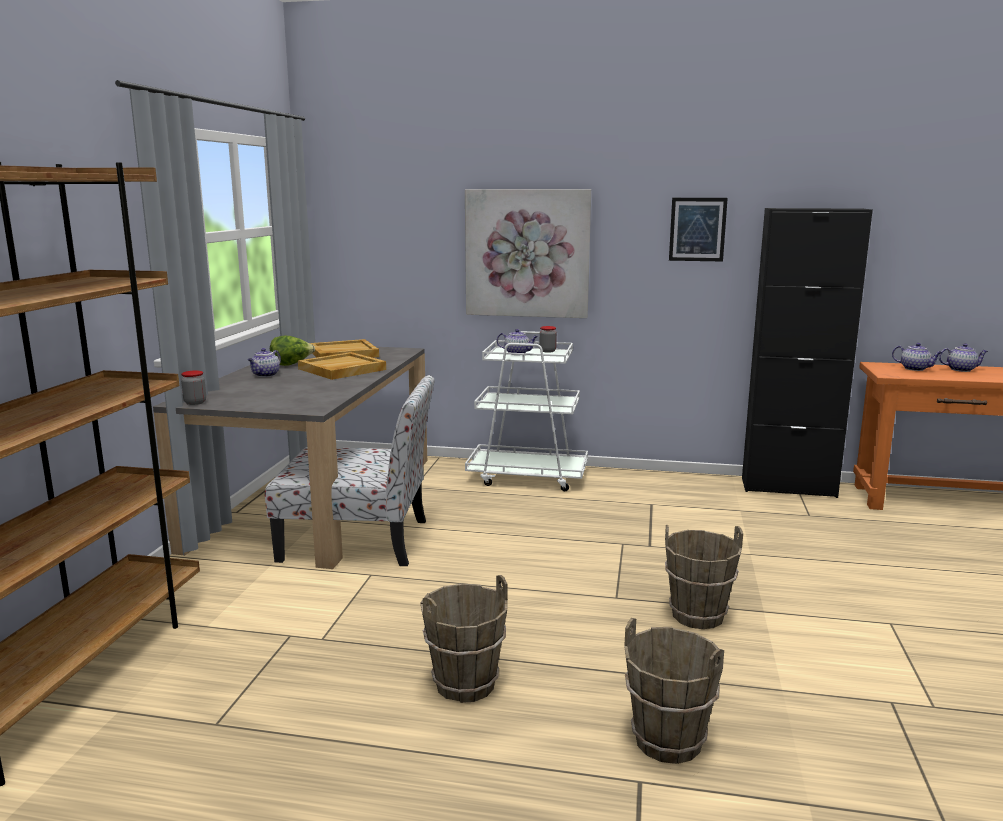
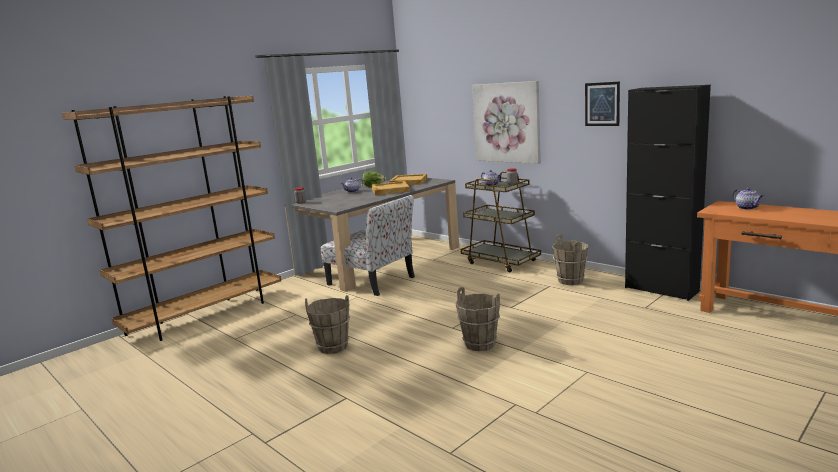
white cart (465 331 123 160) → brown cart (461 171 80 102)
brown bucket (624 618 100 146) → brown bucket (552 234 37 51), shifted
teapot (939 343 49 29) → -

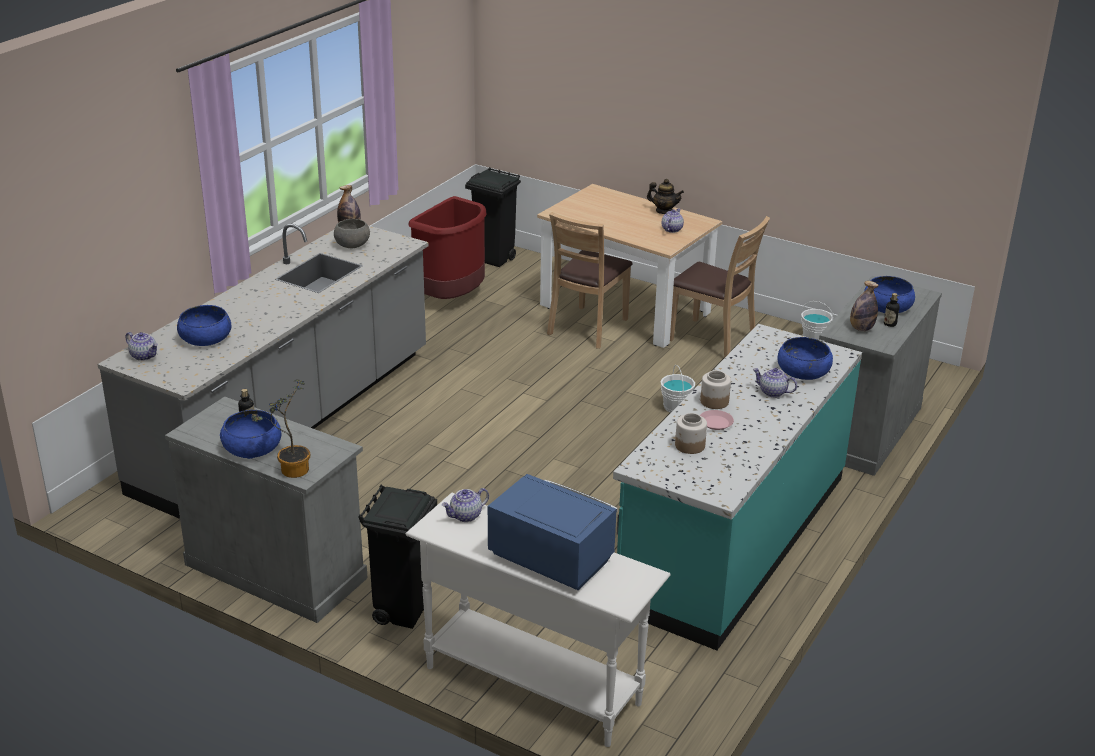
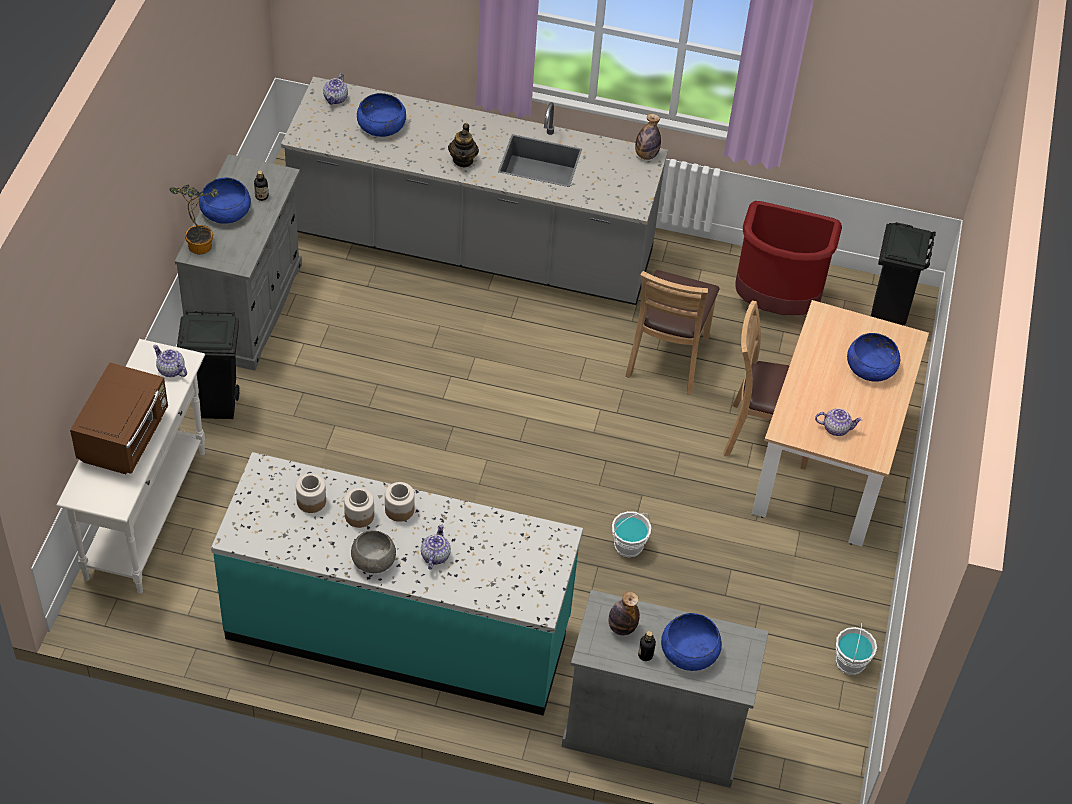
grey bowl (334 219 36 29) → grey bowl (351 530 45 43), shifted
blue microwave (488 474 130 117) → brown microwave (70 362 98 112)
teapot (647 179 37 35) → teapot (448 123 31 44), shifted
brown chair (670 216 100 142) → brown chair (625 270 94 125), shifted
pink plate (700 410 34 20) → jar (344 488 30 40)
blue bowl (777 337 56 43) → blue bowl (847 333 53 49), shifted

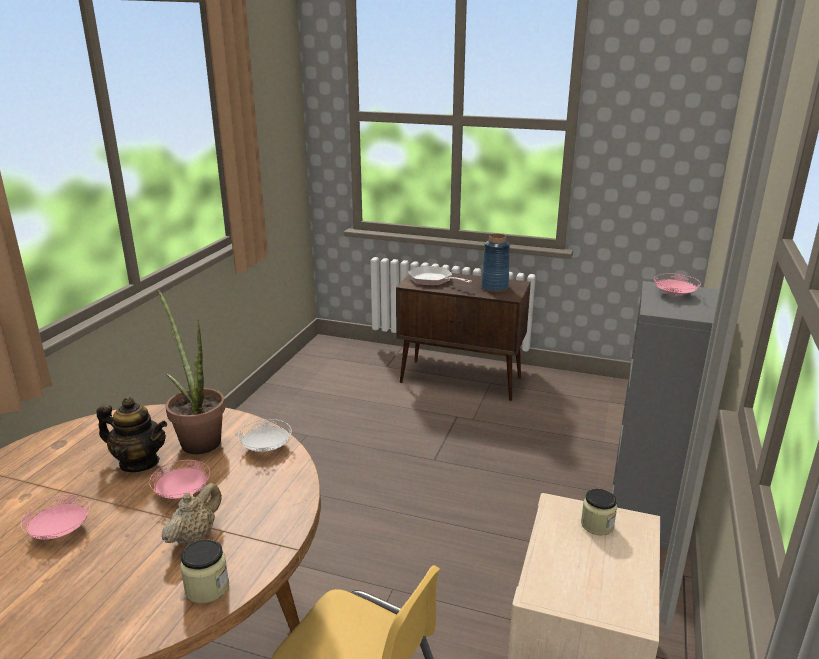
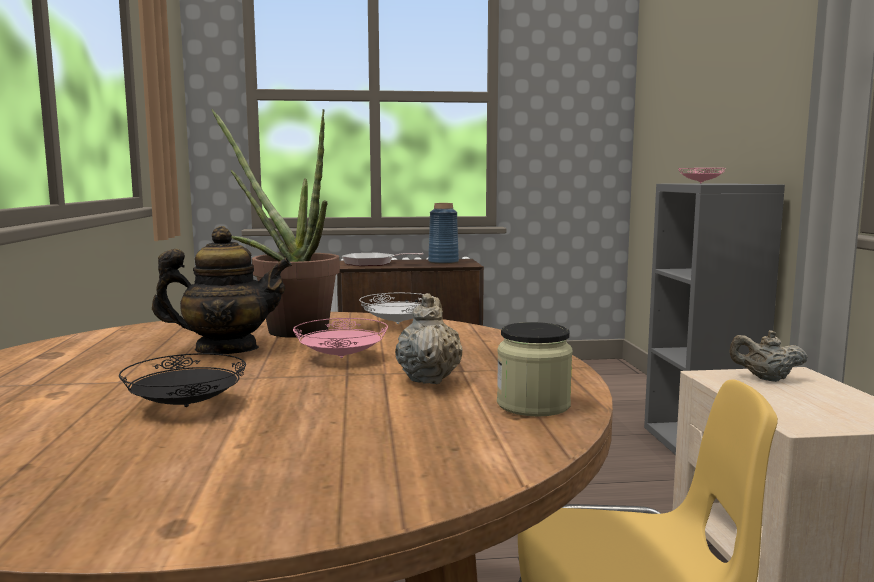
pink plate (21 495 69 45) → black plate (119 353 127 54)
jar (581 489 36 46) → beige teapot (729 330 79 52)

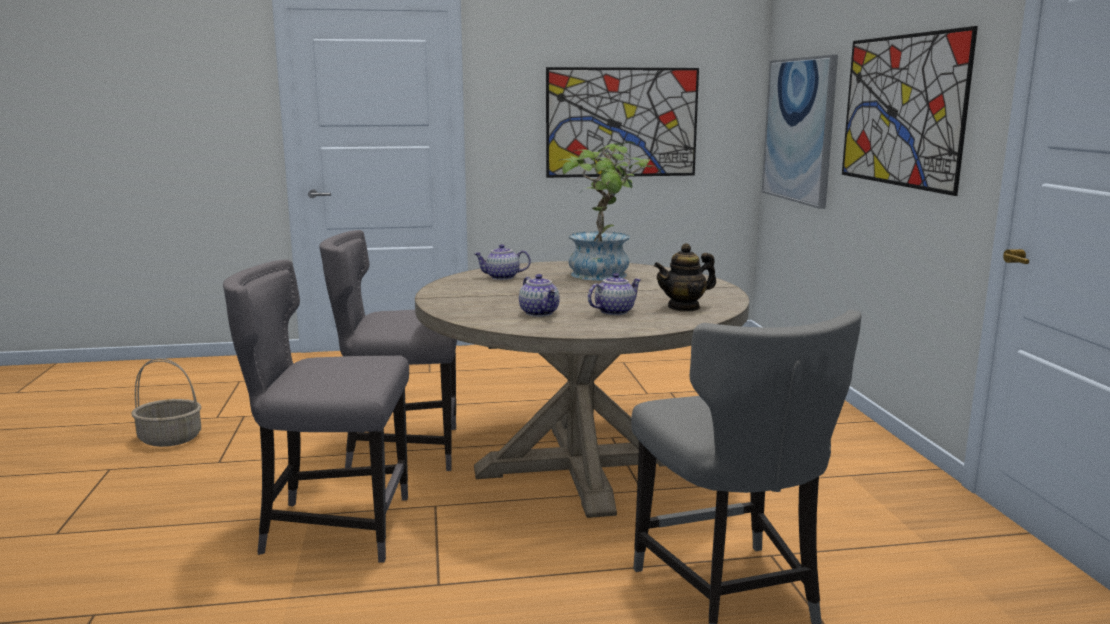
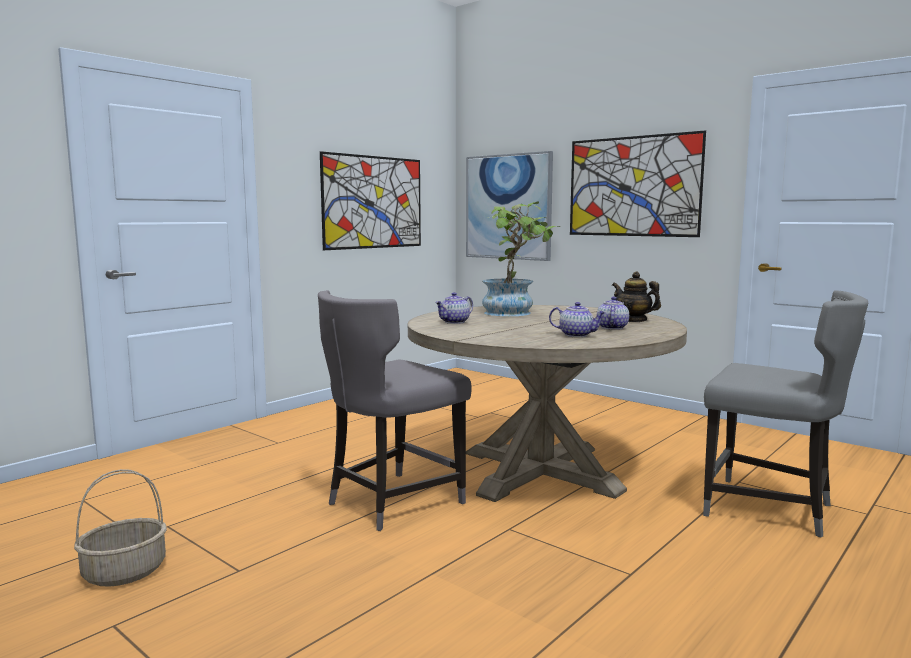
grey chair (223 260 186 302) → -
teapot (654 243 62 68) → teapot (612 271 49 51), 105 degrees clockwise

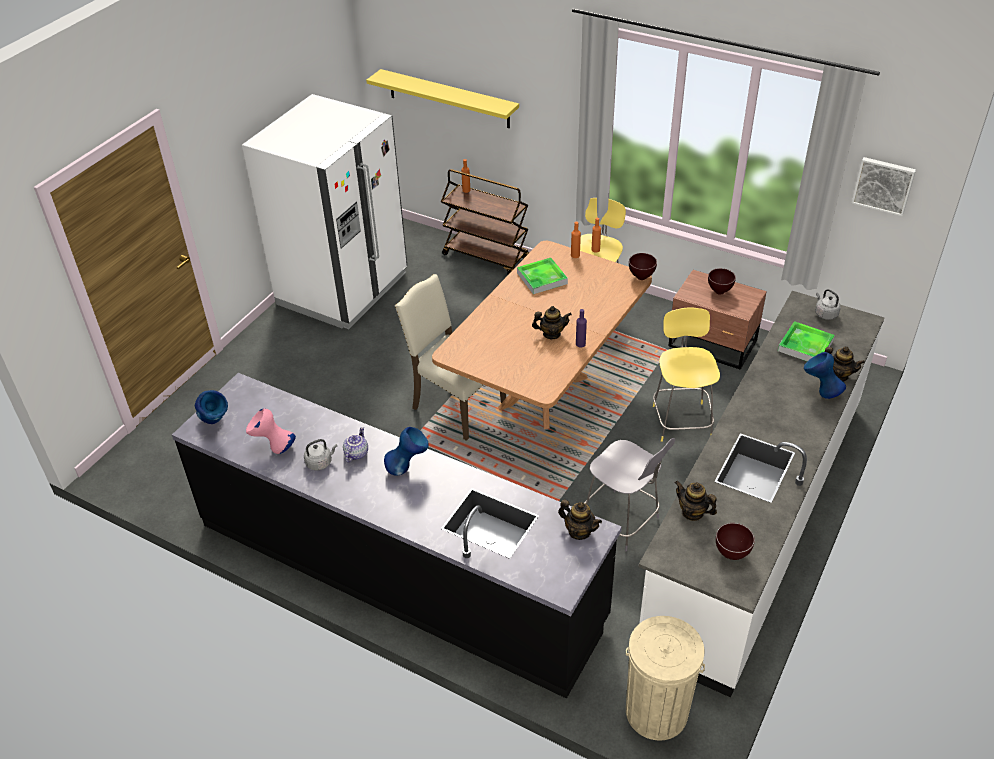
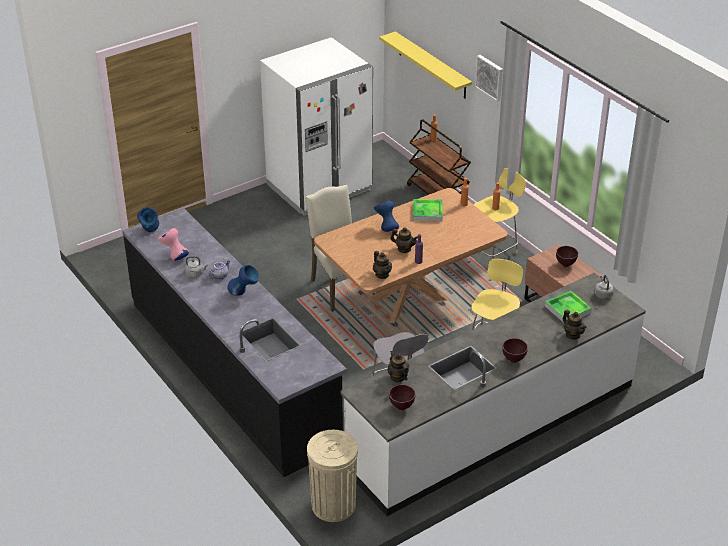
teapot (558 500 44 40) → teapot (373 251 19 28), shifted
brown bowl (629 253 28 27) → brown bowl (502 338 26 25), shifted
blue vase (804 352 42 47) → blue vase (374 201 25 31), shifted
picture (852 157 64 59) → picture (475 55 28 47), shifted

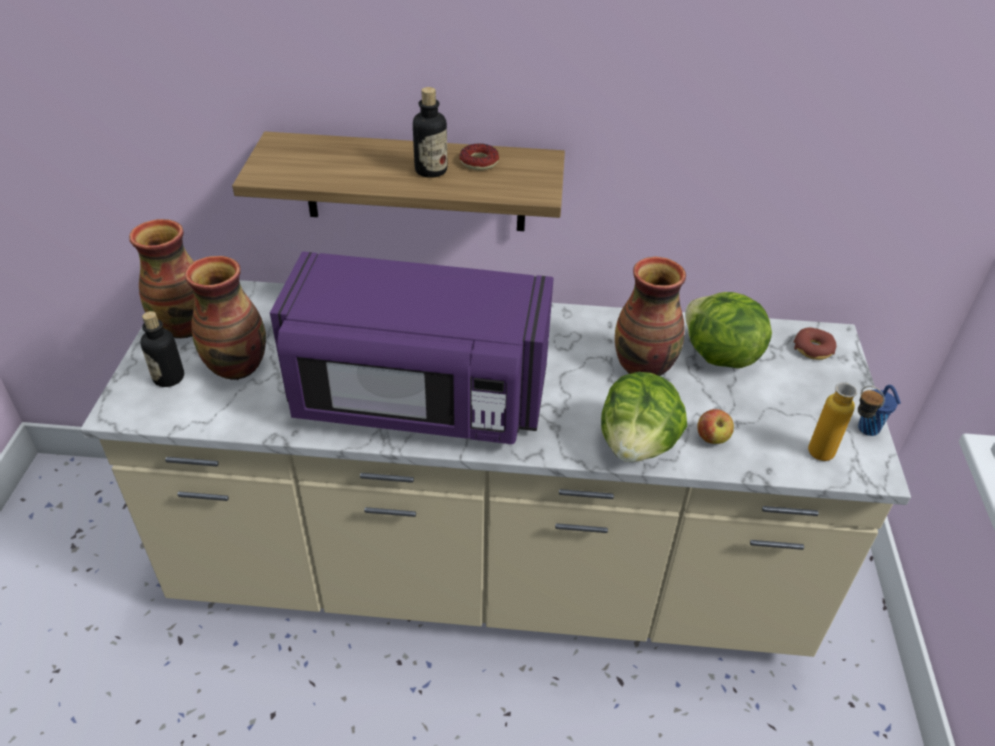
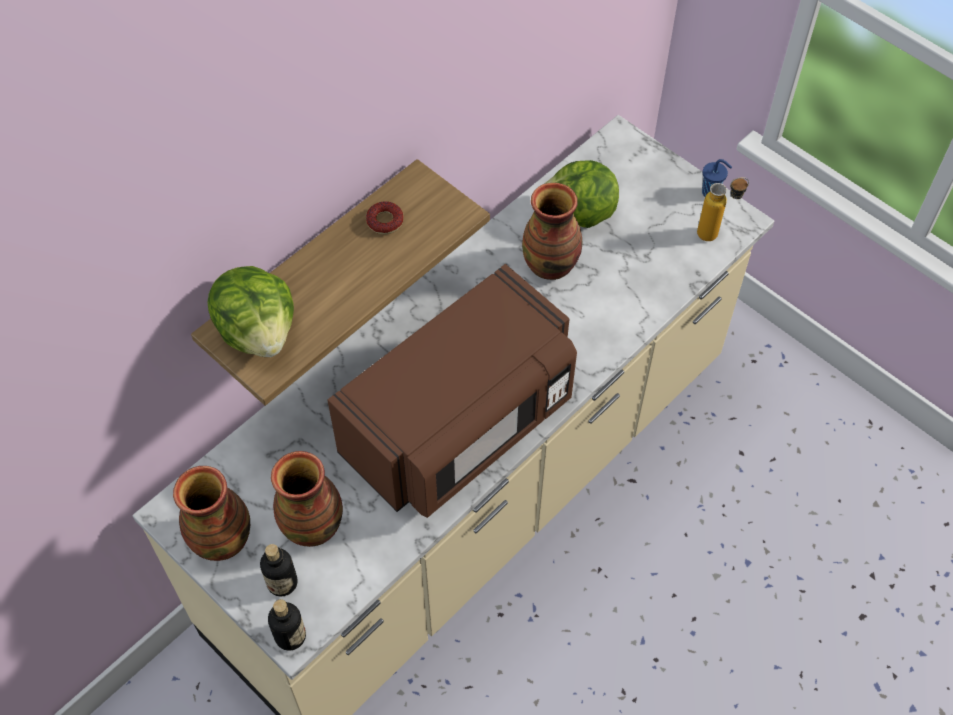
purple microwave (270 251 284 193) → brown microwave (328 264 249 254)
bottle (413 87 34 91) → bottle (268 599 38 52), shifted
lettuce (601 372 86 90) → lettuce (208 266 86 91), shifted
apple (697 409 37 35) → -
donut (794 328 42 32) → -

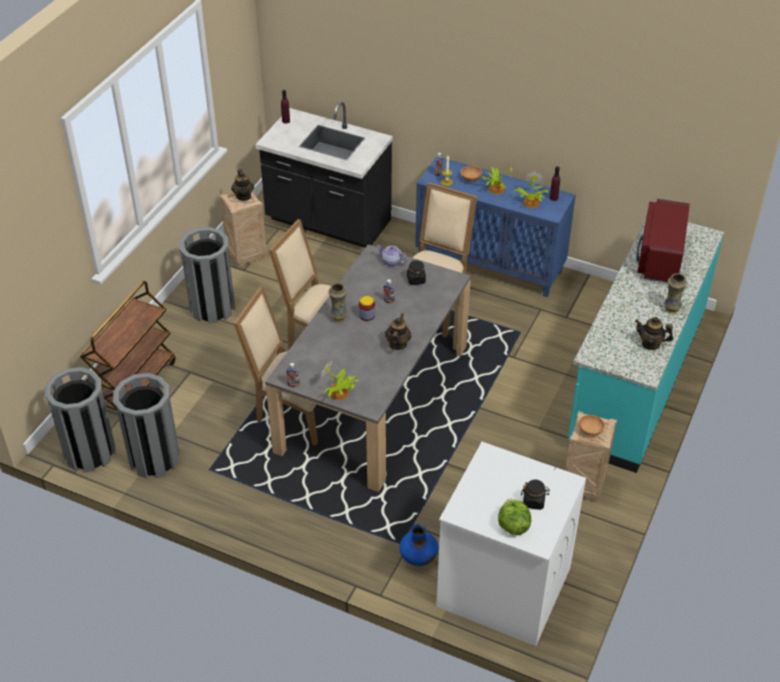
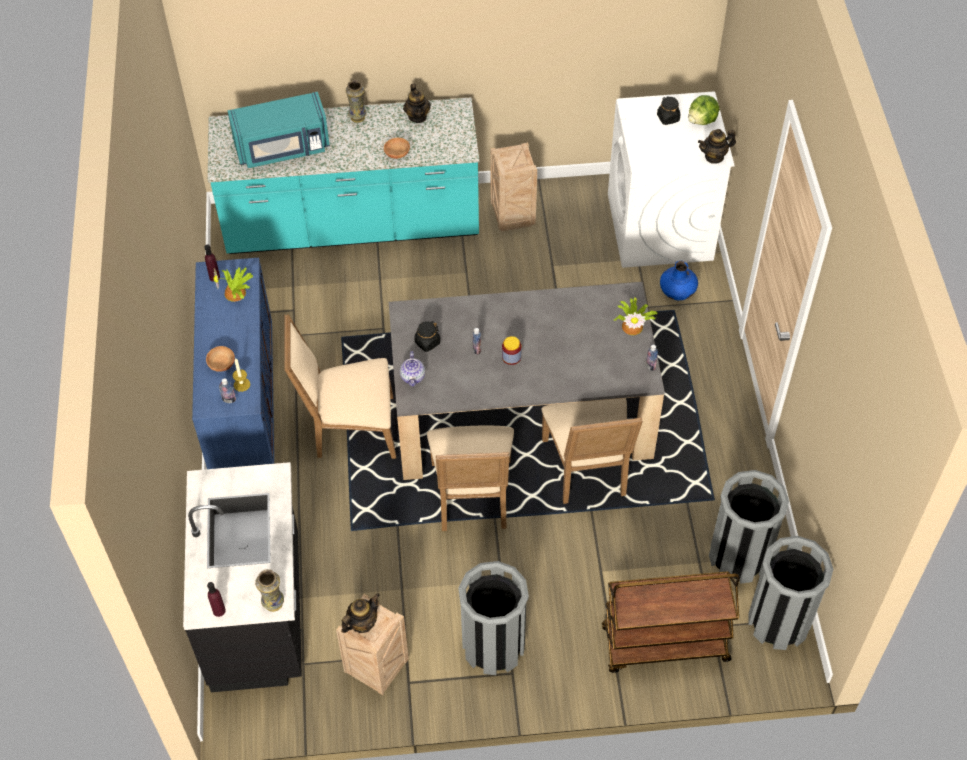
vase (329 283 19 40) → vase (255 569 29 43), shifted
teapot (385 313 27 37) → teapot (698 129 38 35), shifted
potted plant (482 162 30 32) → -
brown bowl (579 415 26 21) → brown bowl (384 138 26 21), shifted
red microwave (637 199 53 84) → turquoise microwave (228 92 102 76)

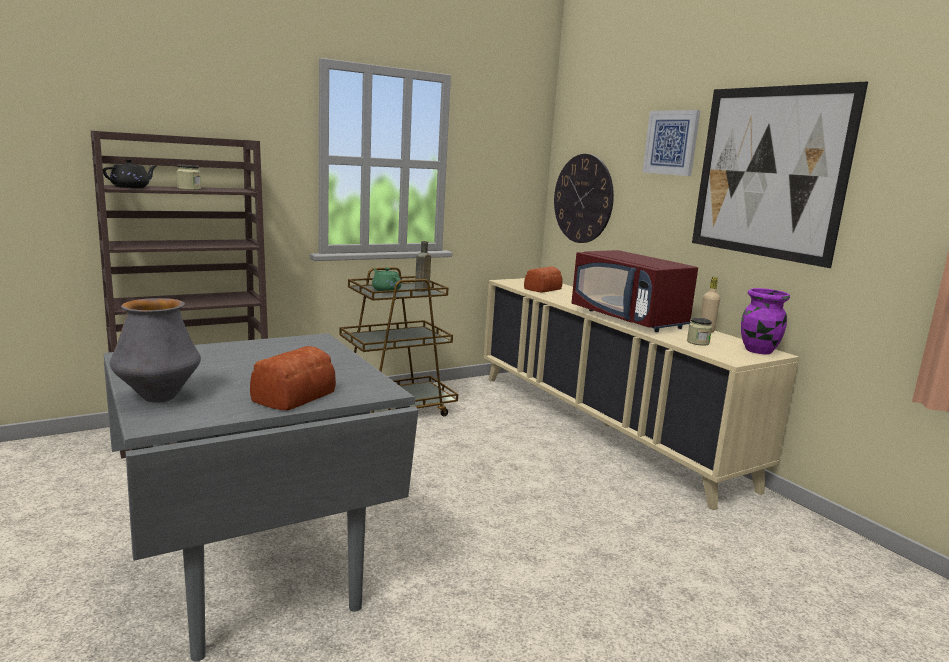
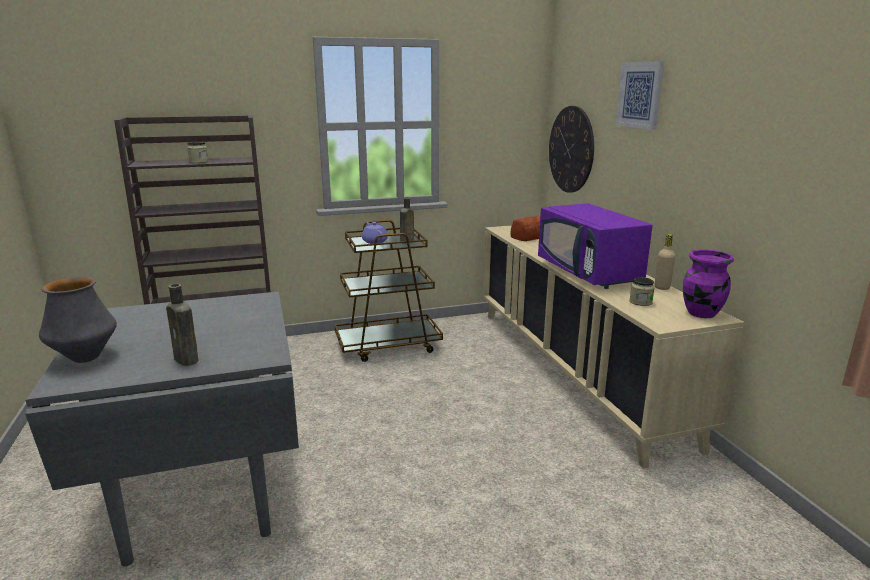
black teapot (103 159 54 29) → -
bread (250 346 86 64) → brown bottle (166 284 32 82)
green teapot (372 268 29 23) → purple teapot (362 222 26 22)
red microwave (571 250 127 82) → purple microwave (538 203 114 86)
picture (692 82 176 186) → -

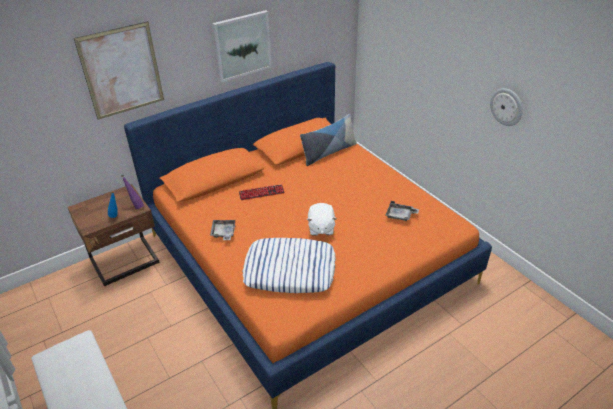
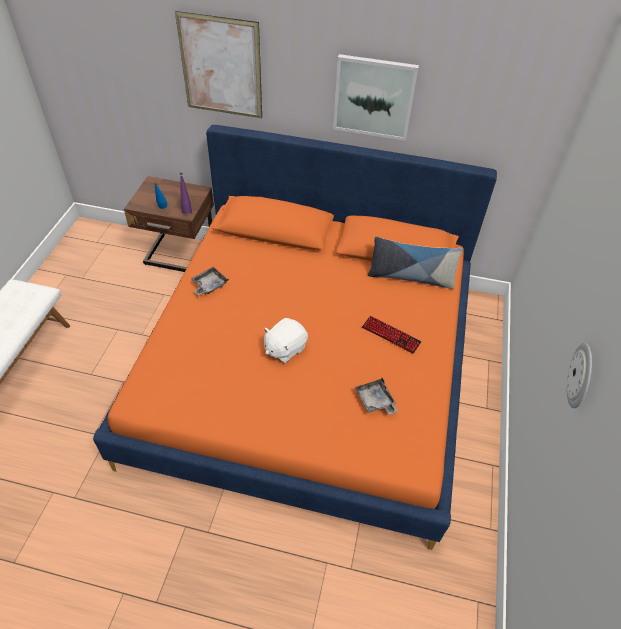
keyboard (239 184 46 16) → keyboard (362 316 59 38), shifted
pillow (242 238 94 55) → -

